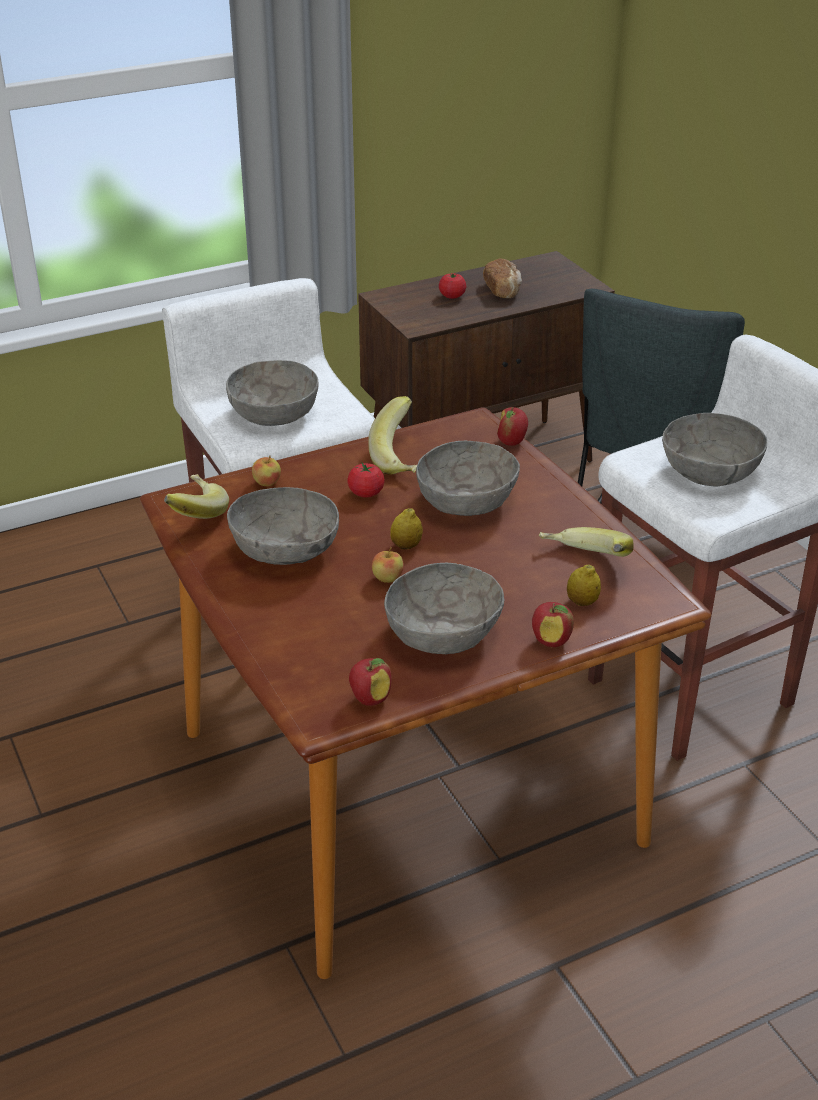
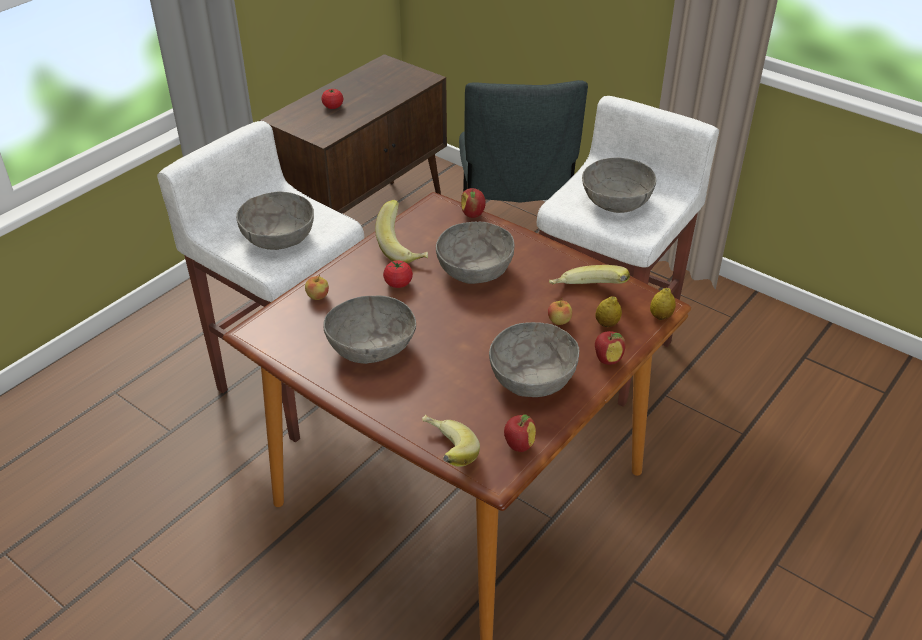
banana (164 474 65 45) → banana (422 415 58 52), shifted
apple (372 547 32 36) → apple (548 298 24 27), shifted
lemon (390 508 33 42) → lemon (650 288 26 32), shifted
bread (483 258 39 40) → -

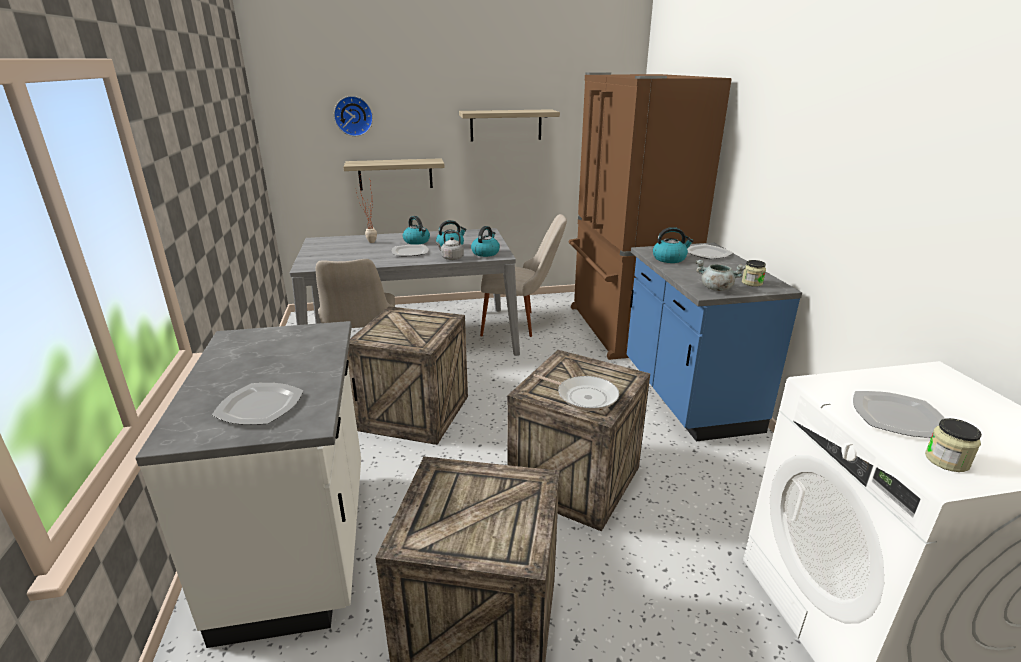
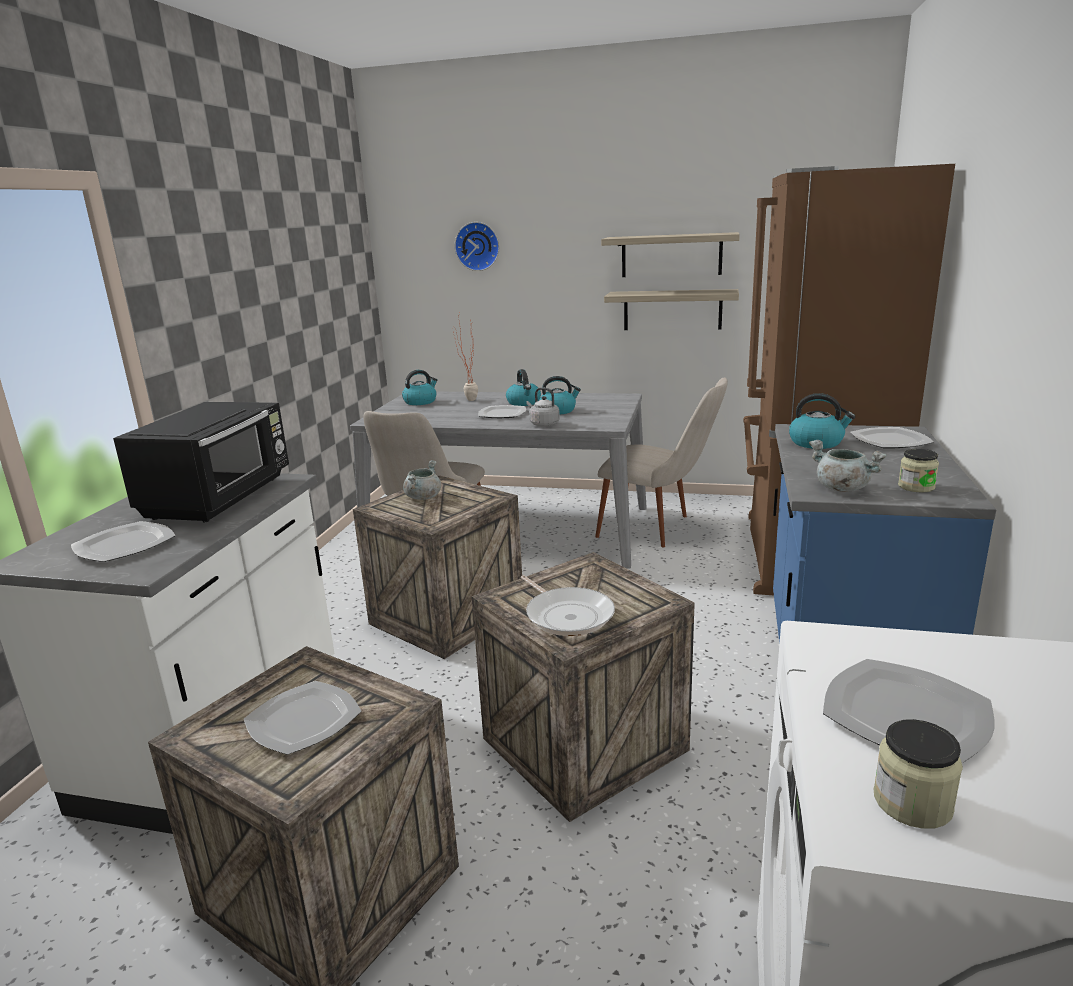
shelf (343 158 102 33) → shelf (604 289 135 41), shifted
kettle (471 226 29 31) → kettle (402 370 36 35), shifted
- → black microwave (113 402 176 121)
- → plate (244 681 117 74)
- → grey cooking pot (403 460 38 40)

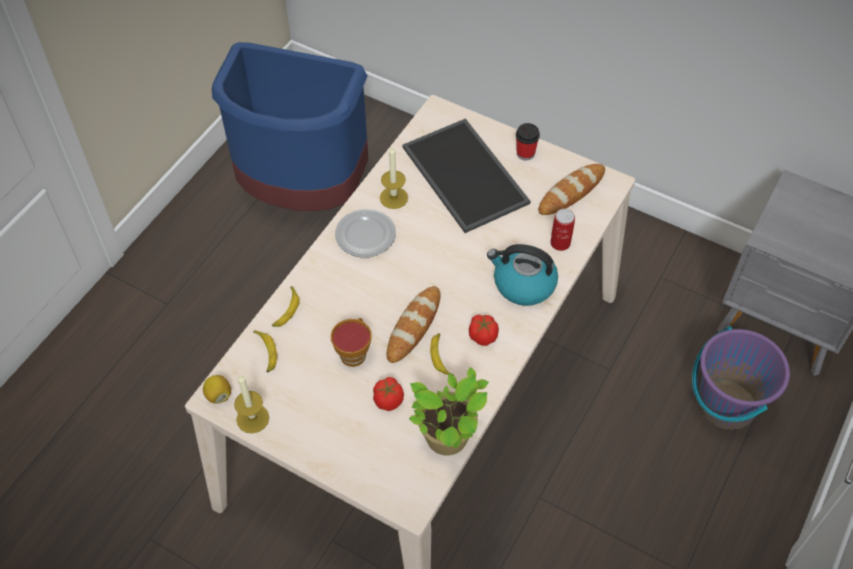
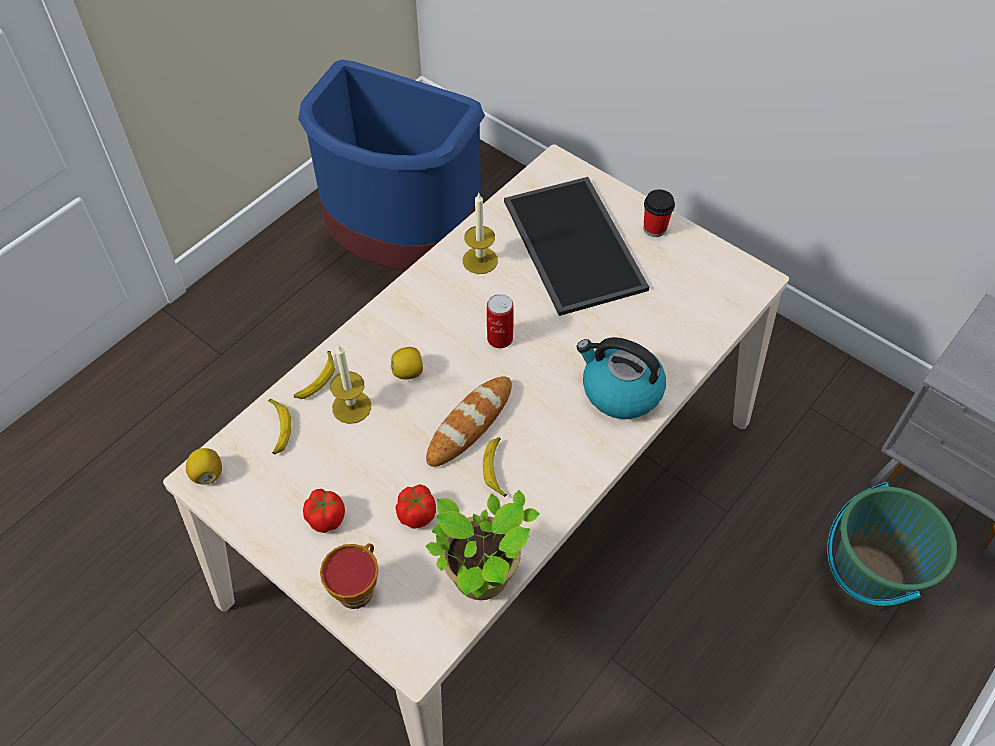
candle (234 374 35 59) → candle (330 344 41 80), shifted
cup (331 318 41 49) → cup (320 543 58 66), shifted
plate (335 209 61 48) → -
tomato (469 315 30 31) → tomato (303 489 42 44), shifted
bread (538 164 67 51) → -
can (550 209 25 42) → can (487 294 27 54), shifted
purple bucket (692 326 98 104) → green bucket (827 482 130 130)
- → lemon (391 347 32 33)

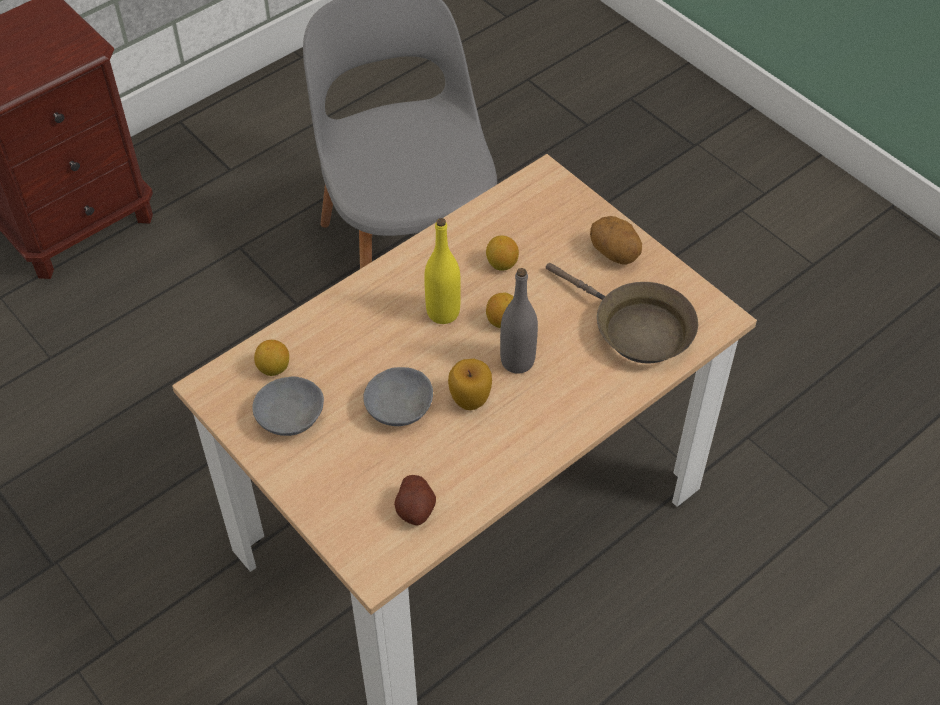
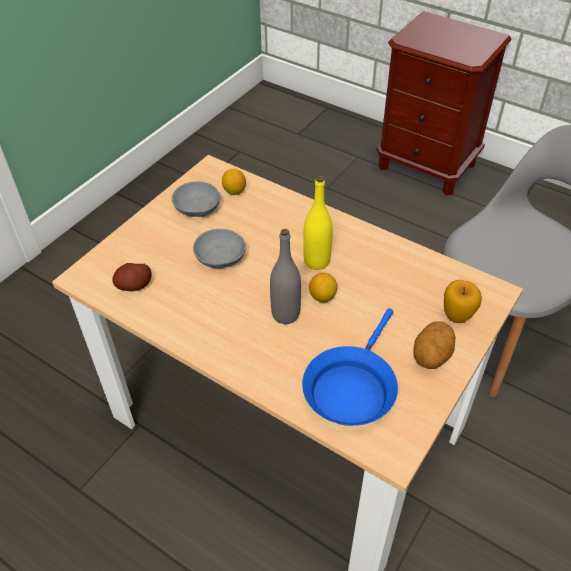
apple (448 358 44 52) → apple (444 280 38 43), shifted
lemon (486 235 33 36) → -
brown frying pan (546 263 152 100) → blue frying pan (302 308 96 118)

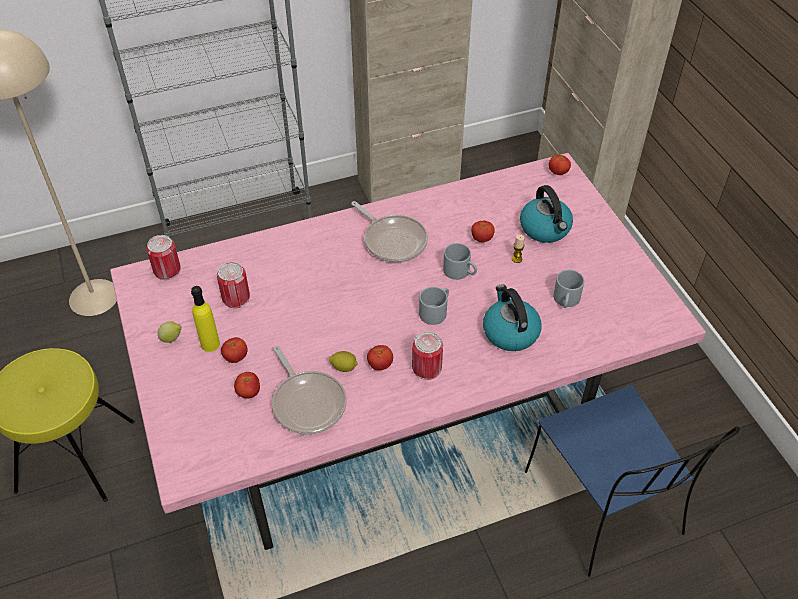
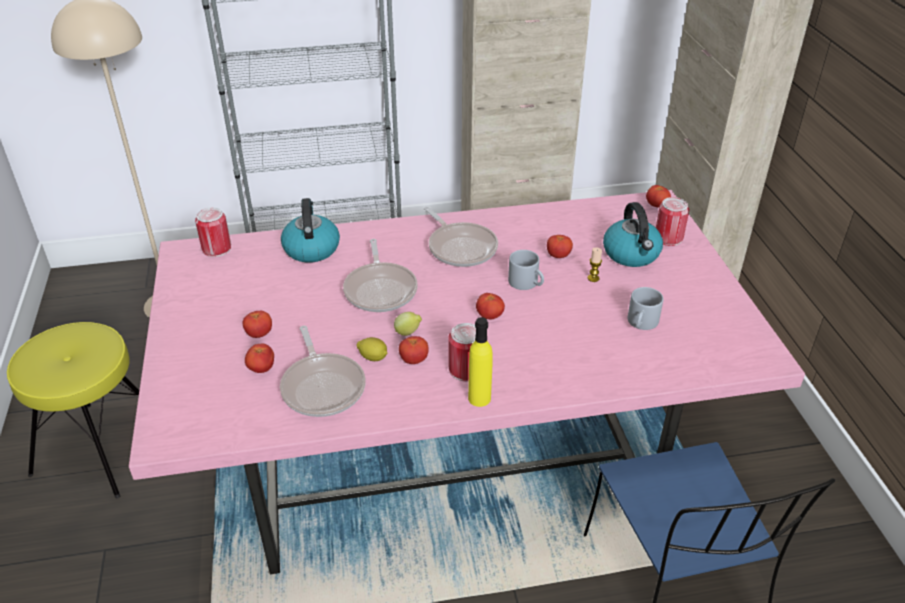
lemon (158 321 24 22) → lemon (394 312 28 24), shifted
yellow bottle (191 286 29 66) → yellow bottle (468 317 25 90), shifted
can (217 262 33 46) → can (656 197 33 49), shifted
grey mug (419 287 30 38) → tomato (476 293 29 26)
kettle (483 285 59 66) → kettle (281 198 59 65), shifted
- → frying pan (343 239 75 73)

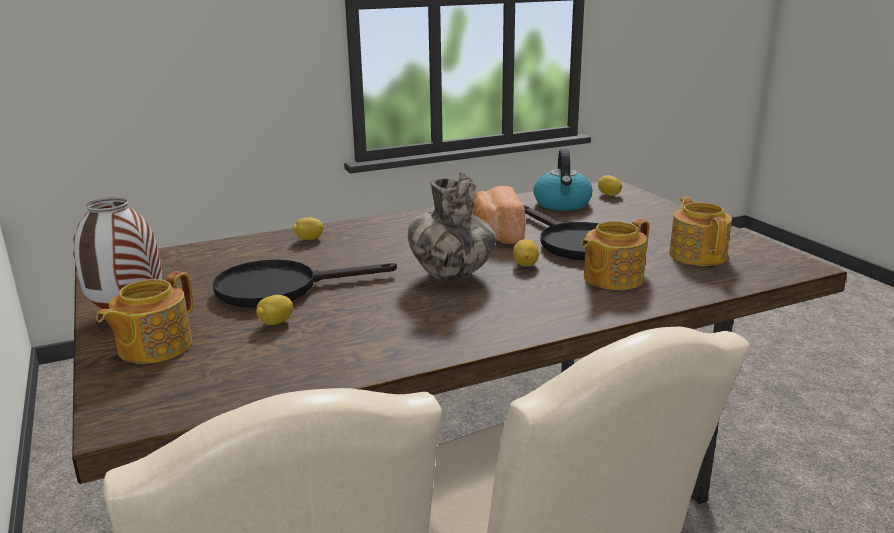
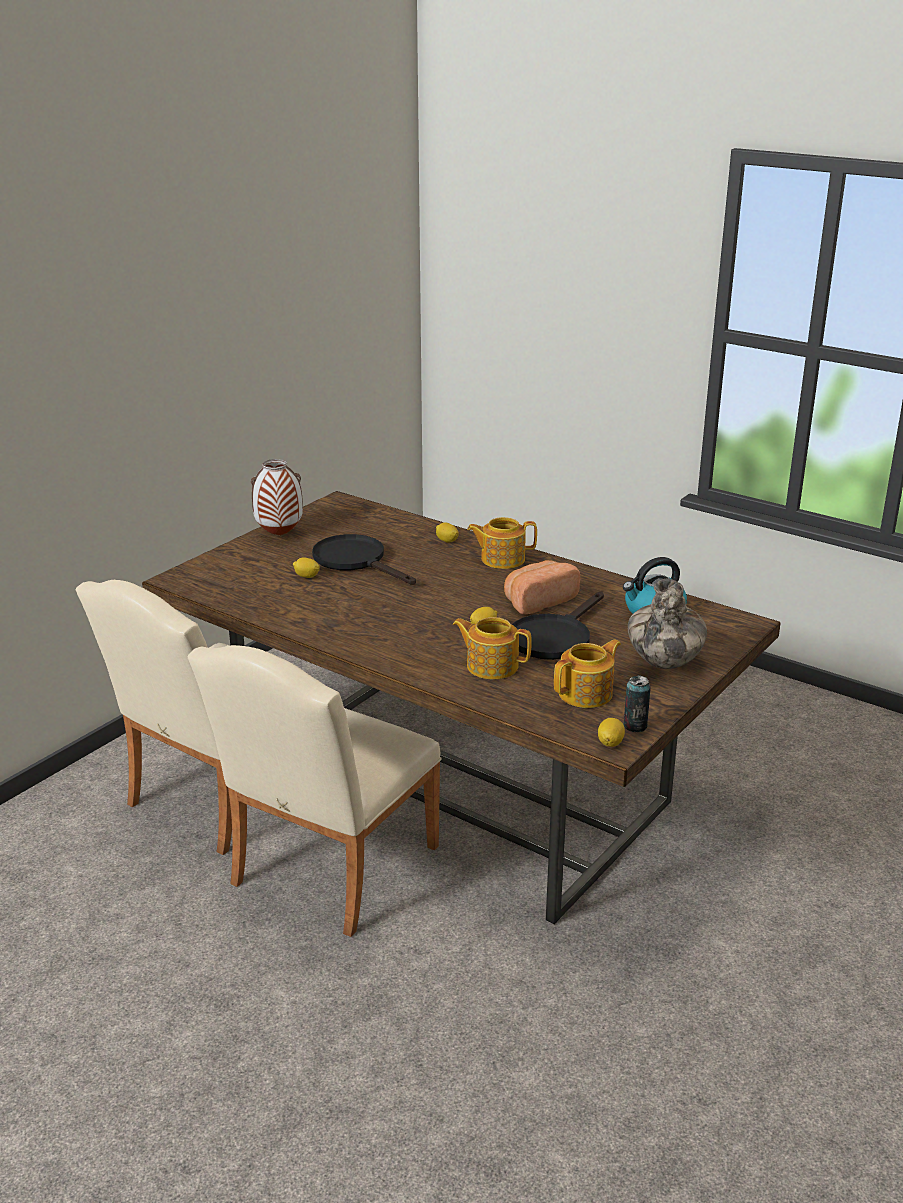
teapot (96 271 97 93) → teapot (467 517 70 52), shifted
vase (408 172 89 109) → vase (628 578 79 91), shifted
lemon (598 175 24 21) → lemon (598 718 27 29), shifted
- → can (624 675 27 57)

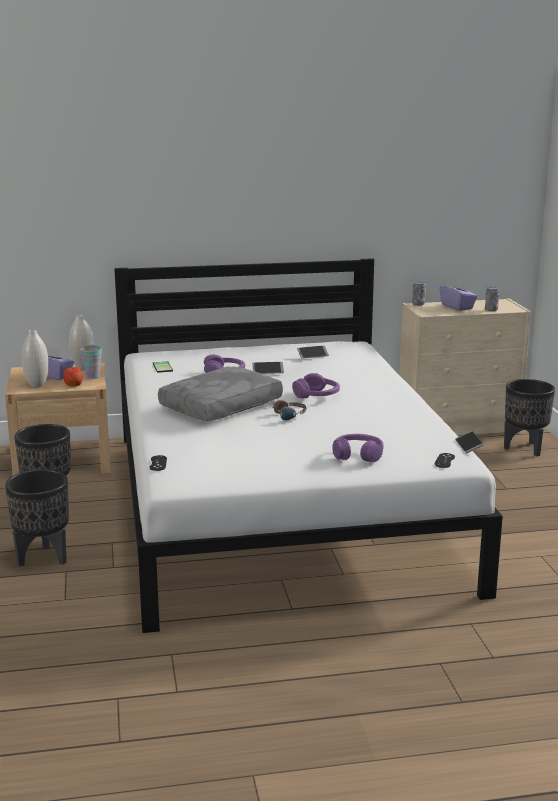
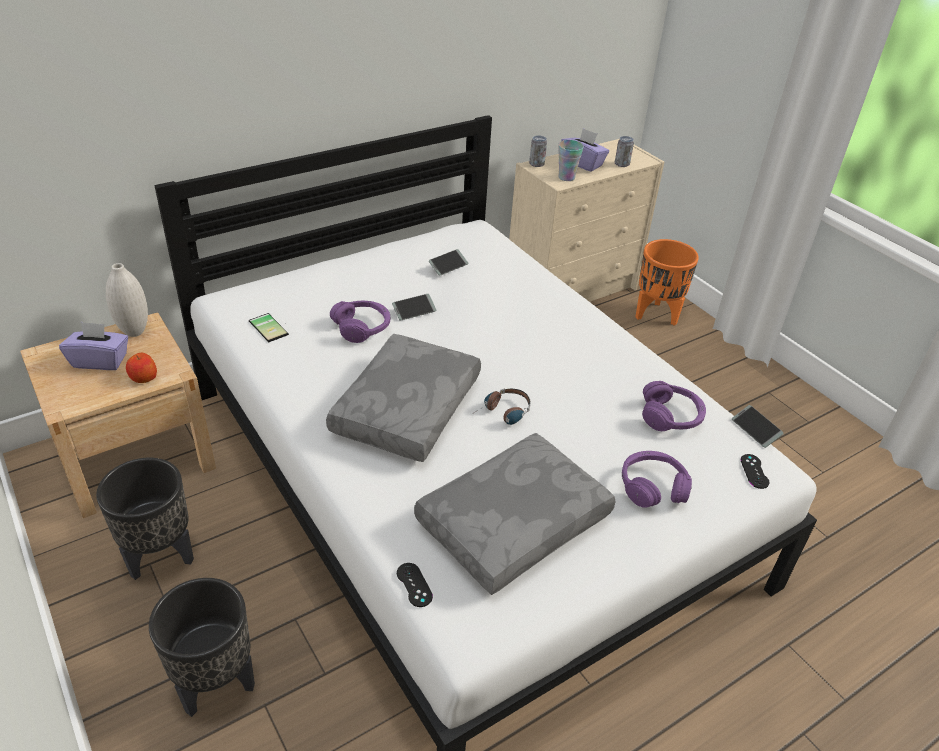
white vase (21 330 28 58) → -
cup (80 345 22 34) → cup (558 140 26 41), shifted
purple headphones (292 373 48 25) → purple headphones (642 381 64 50), shifted
black planter (504 379 51 78) → orange planter (635 239 64 87)
- → grey pillow (414 433 202 162)

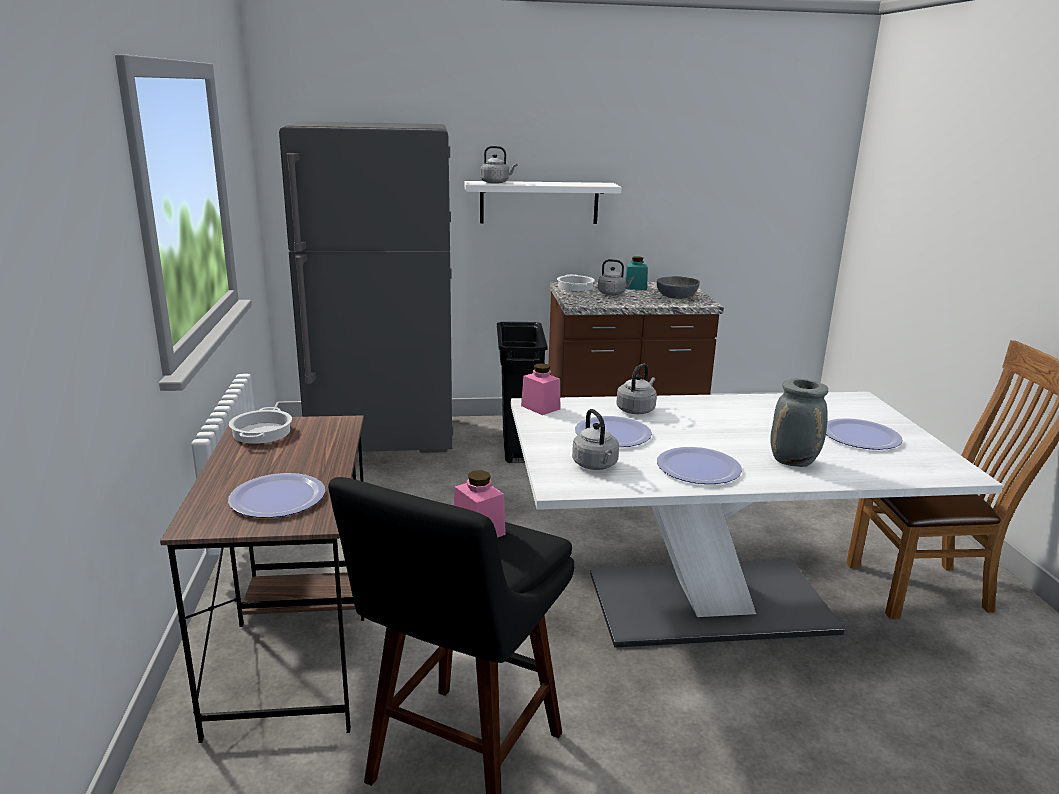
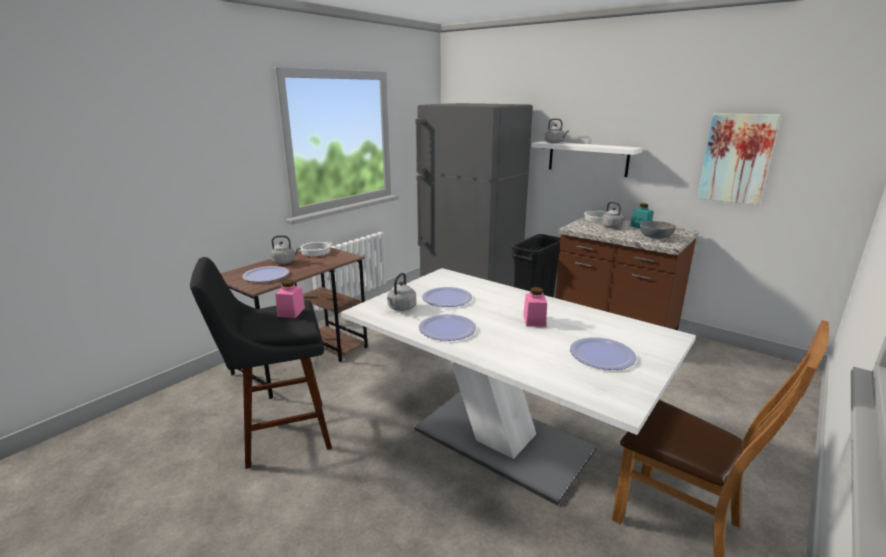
pink jar (521 363 39 52) → pink jar (523 287 24 40), shifted
grey kettle (616 363 41 51) → grey kettle (270 235 30 29), shifted
grey vase (771 379 57 88) → -
- → picture (697 113 83 92)

